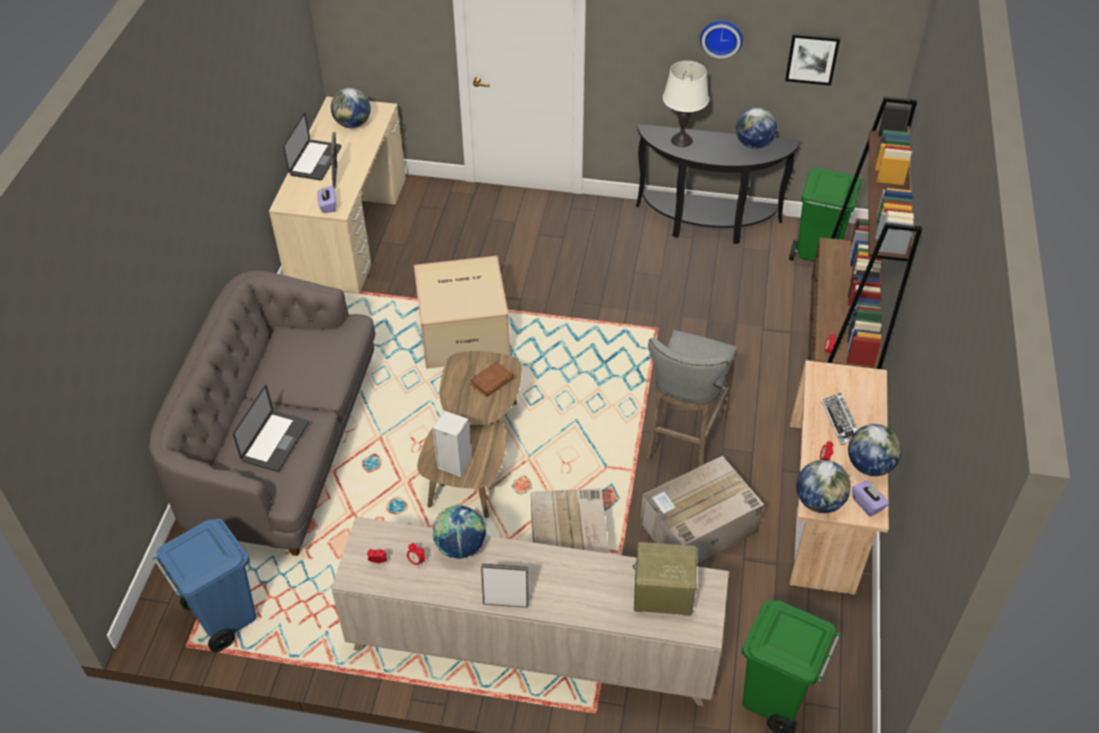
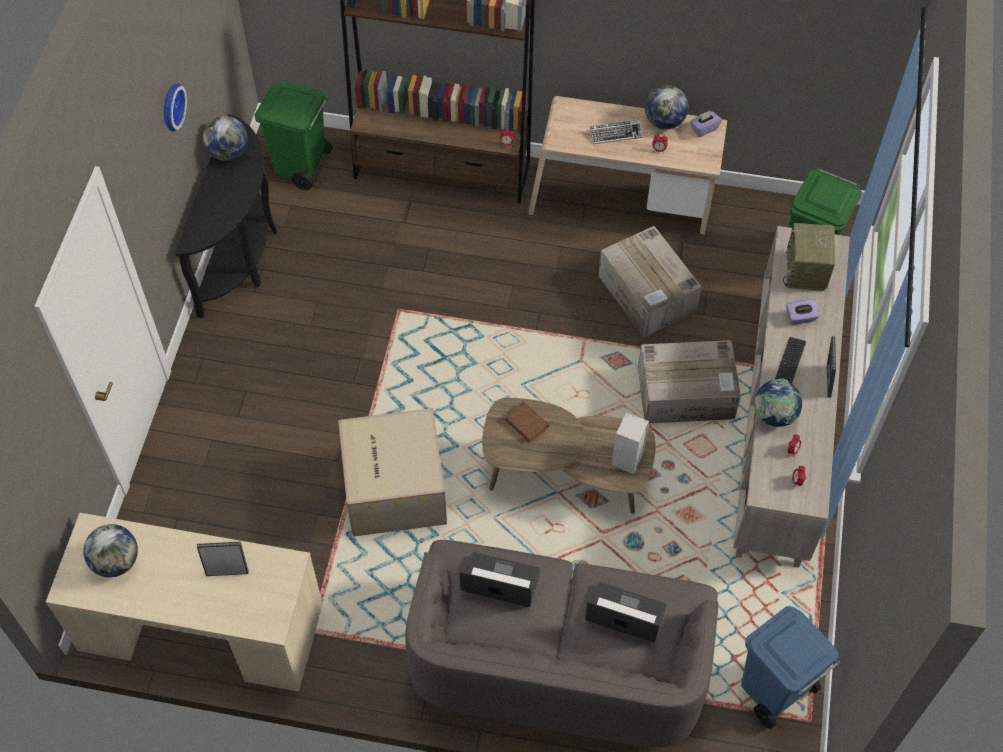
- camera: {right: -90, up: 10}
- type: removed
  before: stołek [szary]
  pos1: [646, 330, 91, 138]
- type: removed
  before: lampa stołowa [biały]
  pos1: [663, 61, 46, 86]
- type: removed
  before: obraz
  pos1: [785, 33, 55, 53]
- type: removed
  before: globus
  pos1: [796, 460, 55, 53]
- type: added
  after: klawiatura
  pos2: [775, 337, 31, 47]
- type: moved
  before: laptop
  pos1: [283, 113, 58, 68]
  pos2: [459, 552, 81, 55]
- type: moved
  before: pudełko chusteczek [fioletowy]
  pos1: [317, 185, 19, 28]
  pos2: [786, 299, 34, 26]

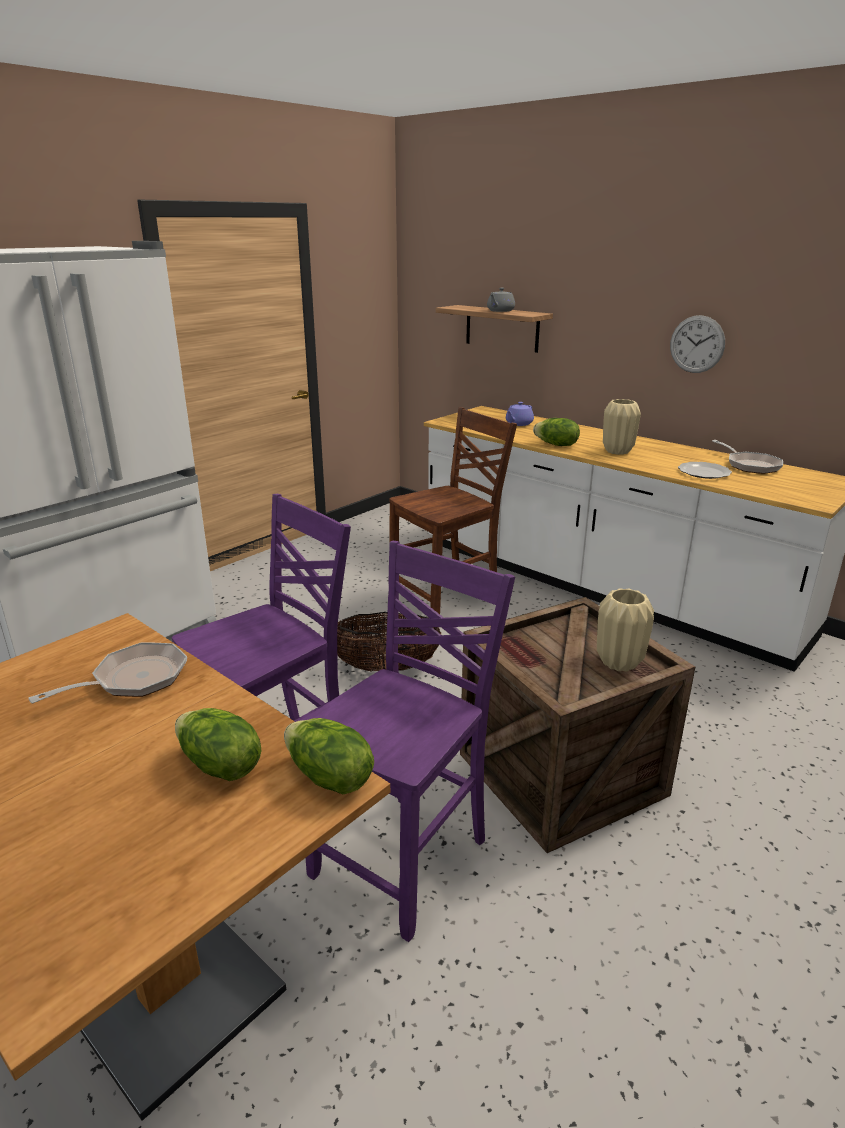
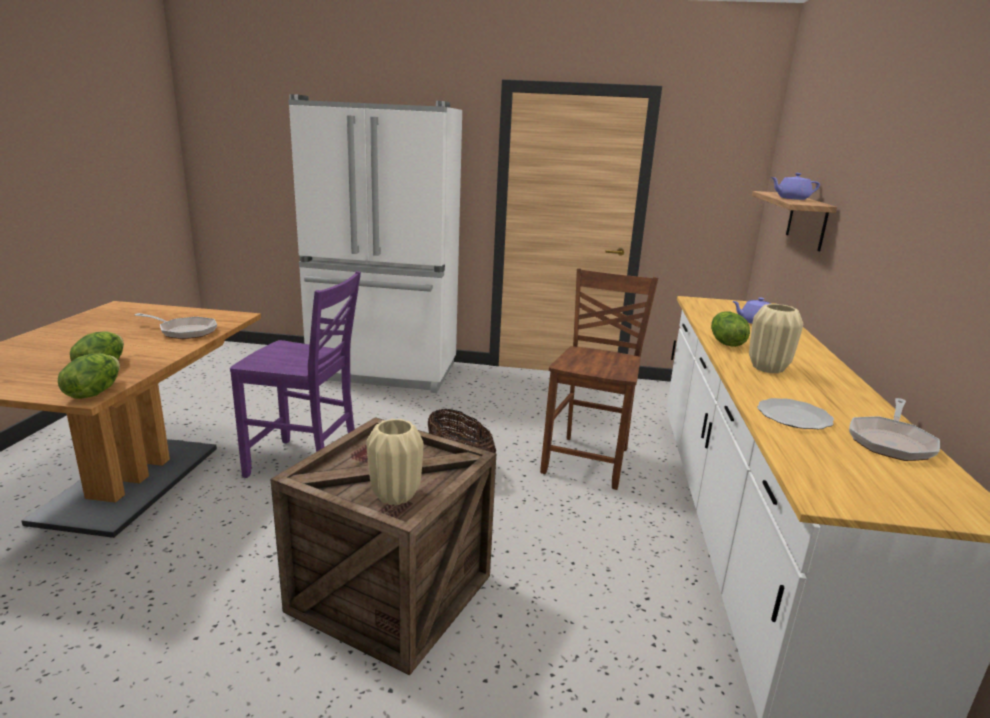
- camera: {right: 55, up: -5}
- type: removed
  before: krzesło [fioletowy]
  pos1: [302, 541, 213, 401]
- type: removed
  before: zegar ścienny
  pos1: [670, 315, 55, 58]
- type: recoloured
  before: imbryk [szary]
  after: imbryk [fioletowy]
  pos1: [487, 288, 28, 24]
  pos2: [771, 173, 49, 27]
- type: turned
  before: krzesło [brązowy]
  pos1: [389, 407, 128, 207]
  pos2: [540, 268, 118, 222]
  turn: -90

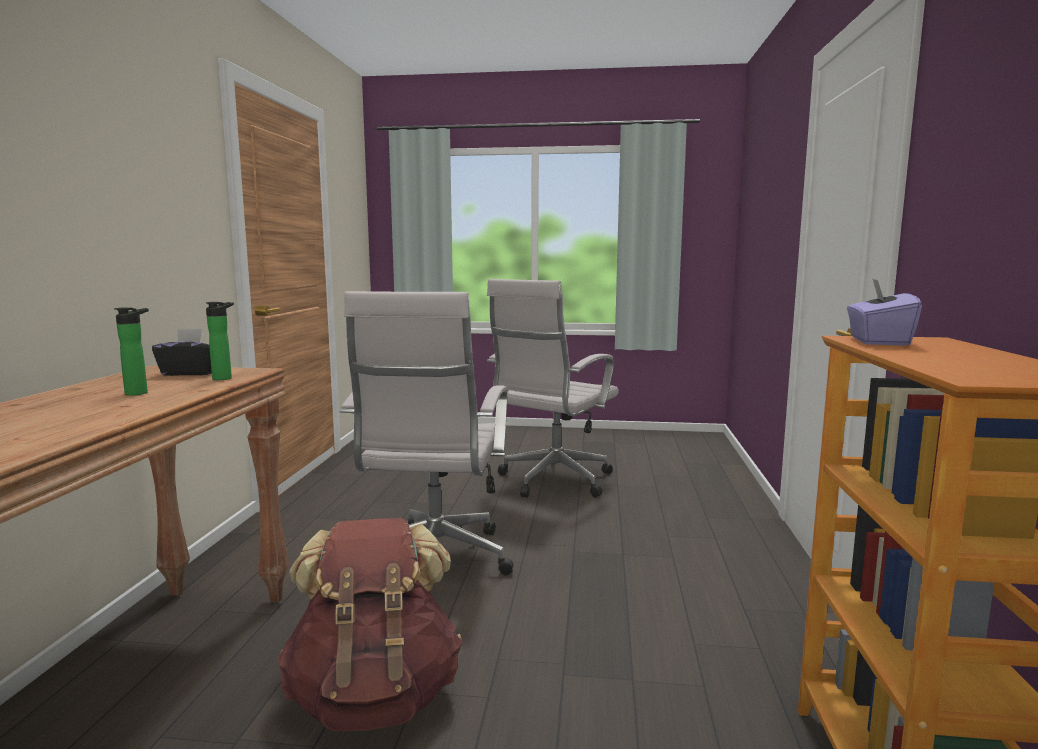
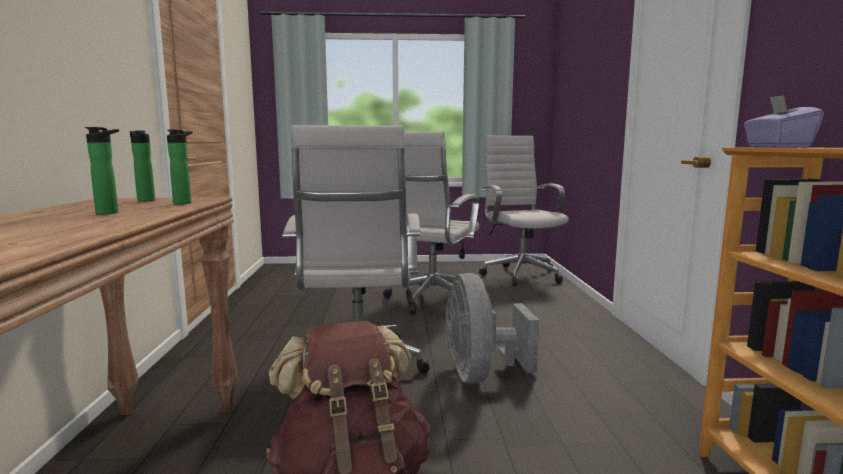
- camera: {right: -10, up: 0}
- type: added
  after: wentylator [szary]
  pos2: [446, 273, 93, 111]
- type: added
  after: krzesło biurowe [biały]
  pos2: [479, 136, 90, 150]
- type: replaced
  before: pudełko chusteczek [czarny]
  after: butelka
  pos1: [152, 329, 60, 47]
  pos2: [130, 130, 25, 71]

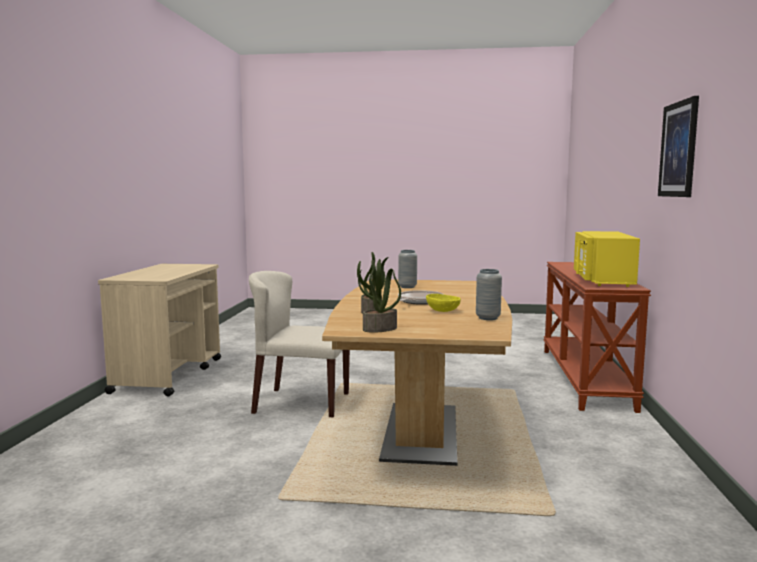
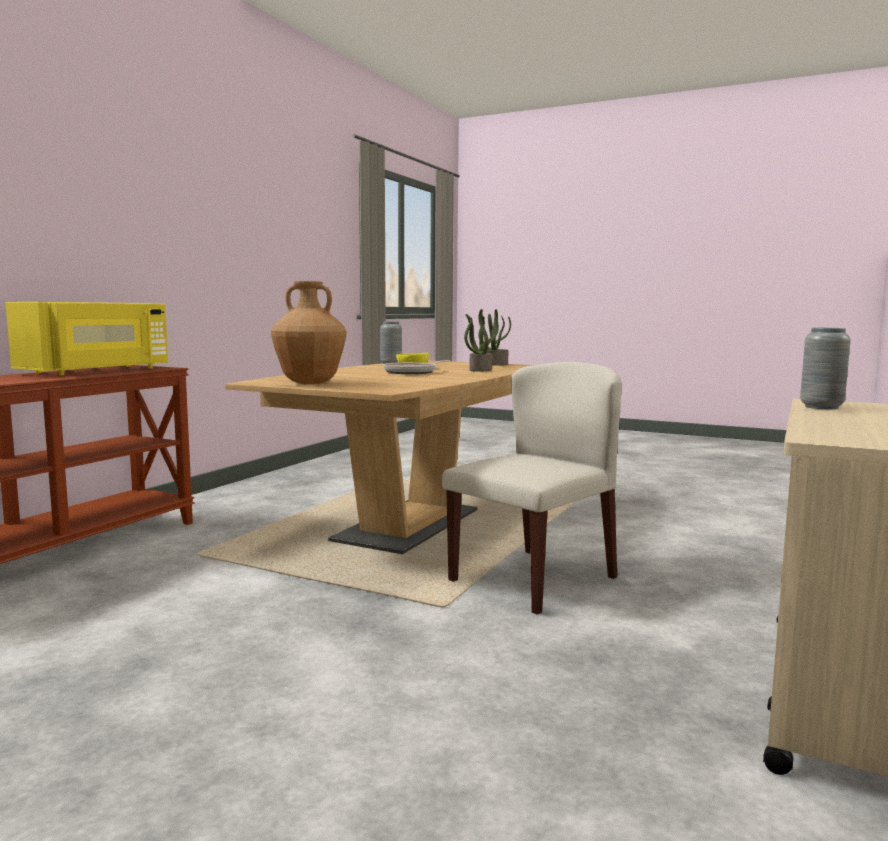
- camera: {right: -160, up: 0}
- type: removed
  before: obraz
  pos1: [658, 96, 41, 101]
- type: added
  after: wazon [brązowy]
  pos2: [271, 281, 75, 104]
- type: moved
  before: wazon [szary]
  pos1: [398, 250, 19, 38]
  pos2: [800, 328, 51, 81]
- type: turned
  before: krzesło [beżowy]
  pos1: [249, 271, 101, 146]
  pos2: [442, 362, 179, 253]
  turn: -75

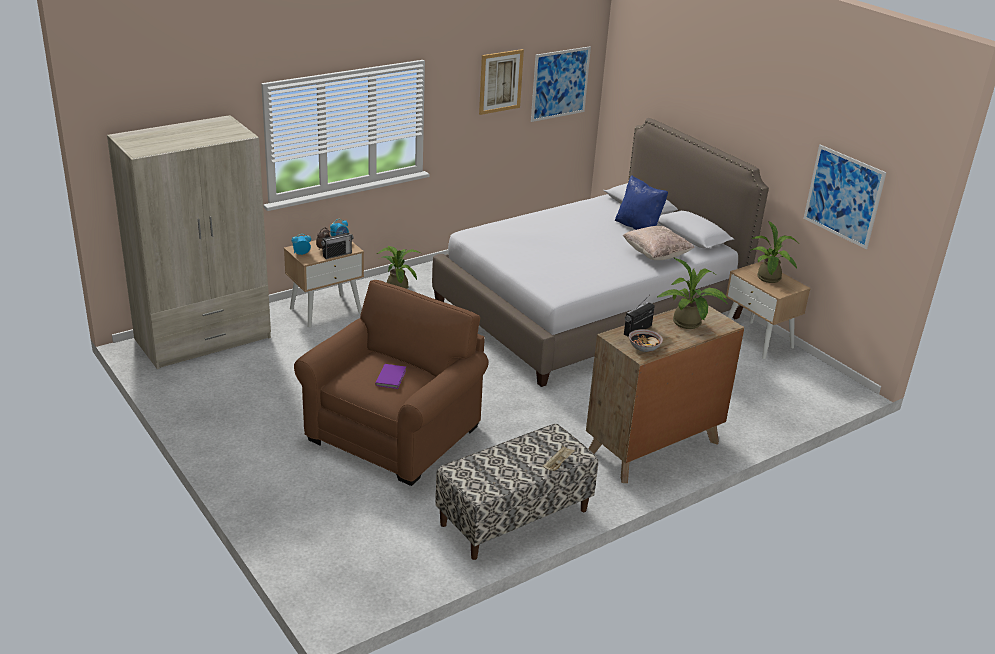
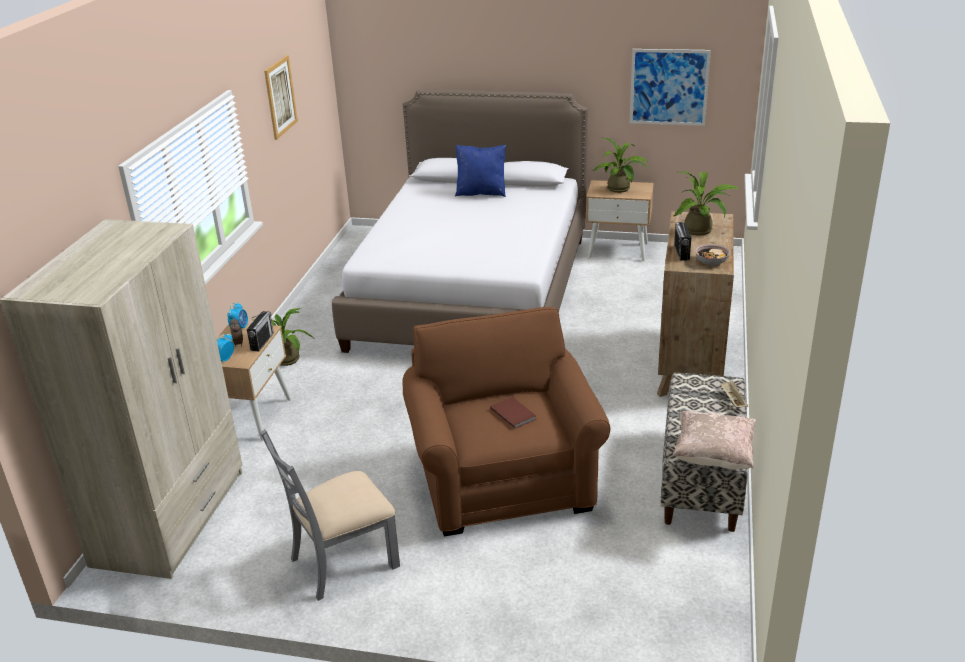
- camera: {right: -40, up: 0}
- type: removed
  before: obraz
  pos1: [531, 46, 60, 76]
- type: added
  after: krzesło [szary]
  pos2: [260, 430, 140, 171]
- type: moved
  before: poduszka [beżowy]
  pos1: [622, 226, 73, 34]
  pos2: [672, 411, 85, 58]
- type: recoloured
  before: książka [fioletowy]
  after: książka [brązowy]
  pos1: [375, 364, 31, 25]
  pos2: [490, 397, 46, 32]

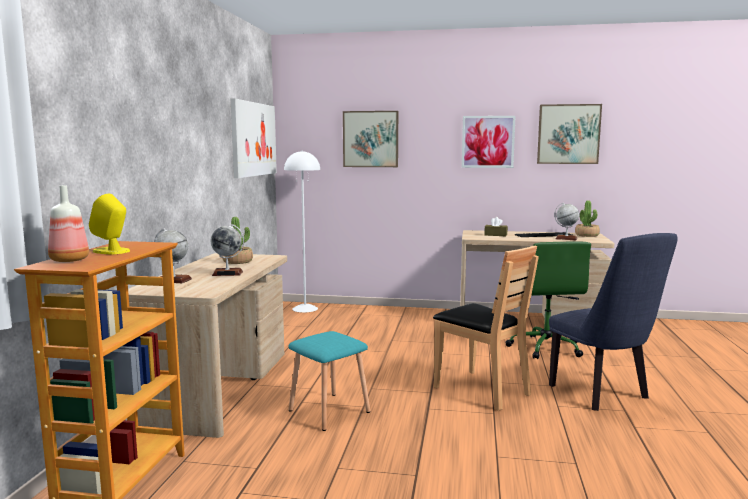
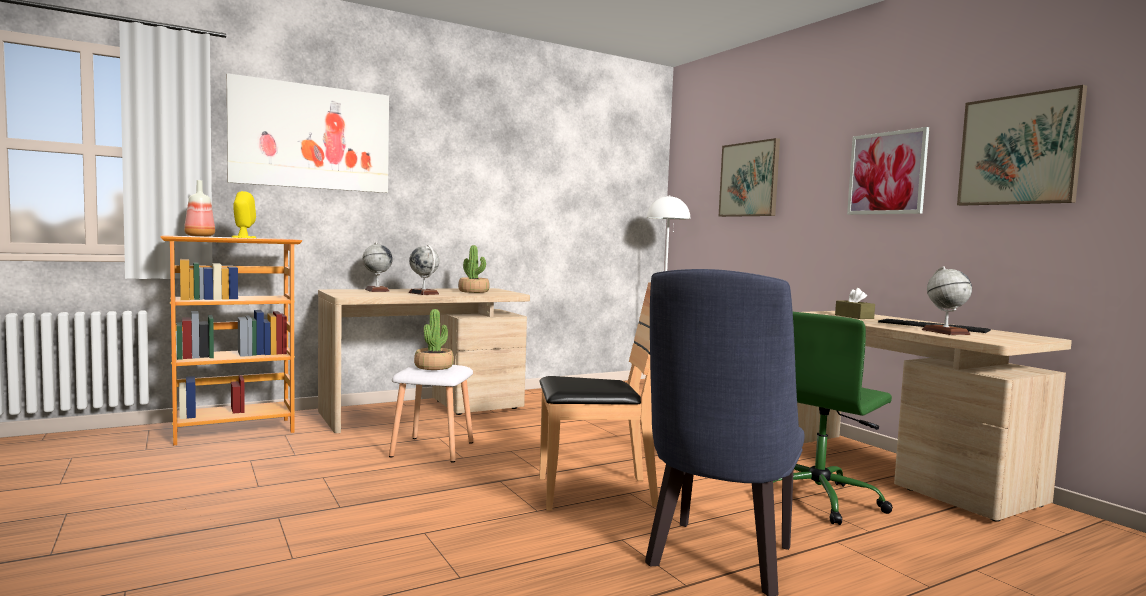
- camera: {right: 50, up: -5}
- type: moved
  before: obraz
  pos1: [231, 98, 46, 80]
  pos2: [227, 73, 162, 120]
- type: moved
  before: roślina doniczkowa
  pos1: [575, 200, 25, 37]
  pos2: [414, 309, 40, 61]
- type: recoloured
  before: stołek [turkusowy]
  after: stołek [biały]
  pos1: [288, 331, 82, 100]
  pos2: [389, 365, 84, 98]
- type: turned
  before: krzesło [brązowy]
  pos1: [433, 246, 106, 165]
  pos2: [539, 282, 119, 229]
  turn: -105

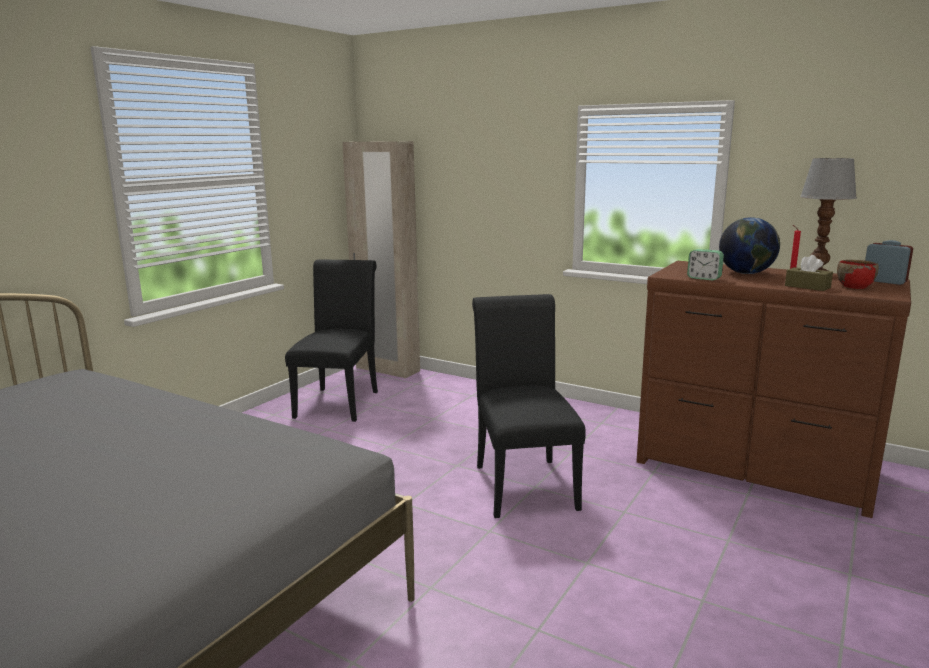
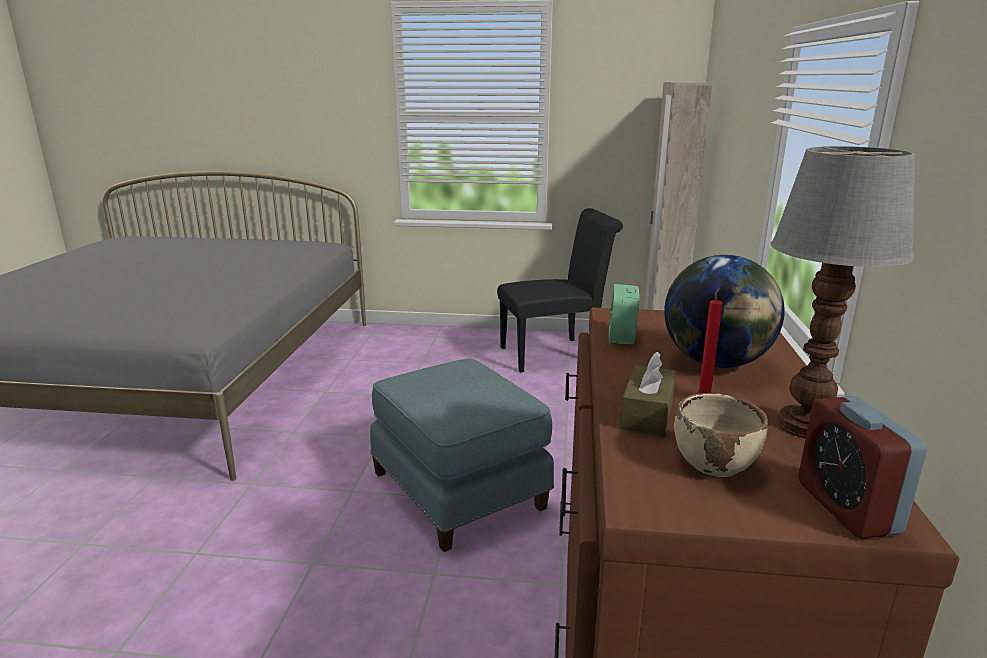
- camera: {right: 65, up: 5}
- type: replaced
  before: krzesło [czarny]
  after: pufa [niebieski]
  pos1: [472, 294, 114, 224]
  pos2: [370, 359, 184, 193]
- type: recoloured
  before: miska [czerwony]
  after: miska [beżowy]
  pos1: [837, 260, 42, 29]
  pos2: [674, 393, 94, 84]
- type: turned
  before: budzik
  pos1: [865, 240, 48, 45]
  pos2: [798, 396, 129, 143]
  turn: 150

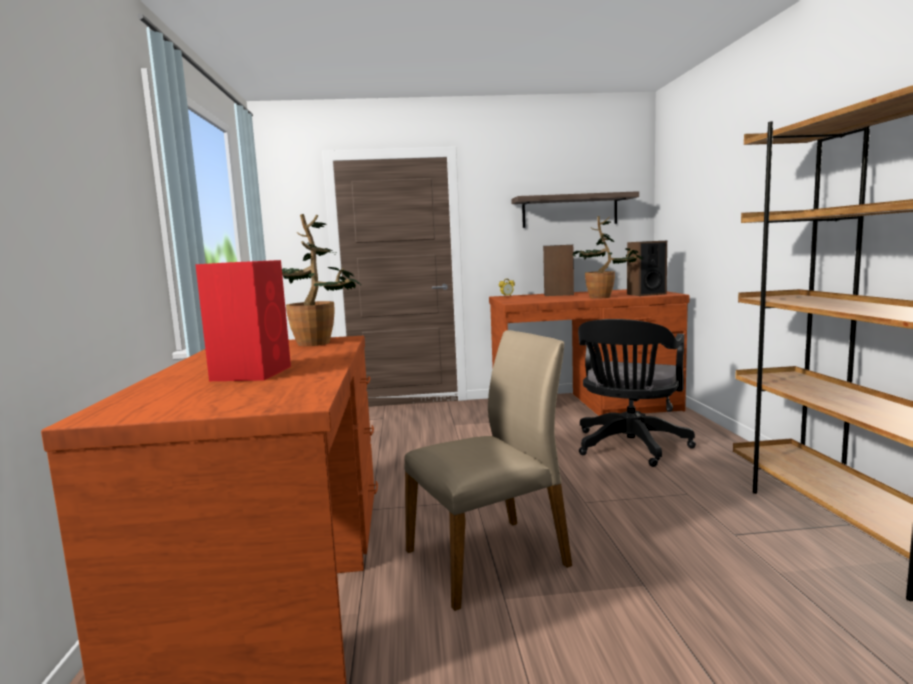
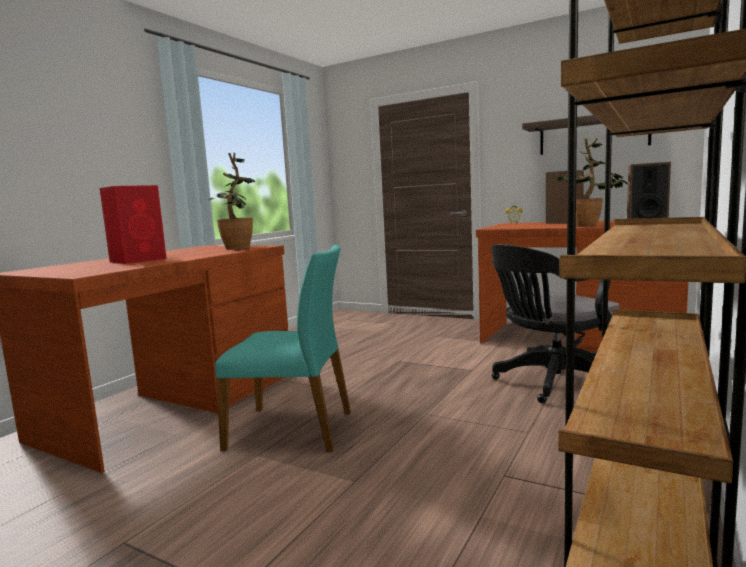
- camera: {right: 35, up: 0}
- type: recoloured
  before: krzesło [beżowy]
  after: krzesło [turkusowy]
  pos1: [404, 330, 168, 281]
  pos2: [215, 245, 136, 207]

